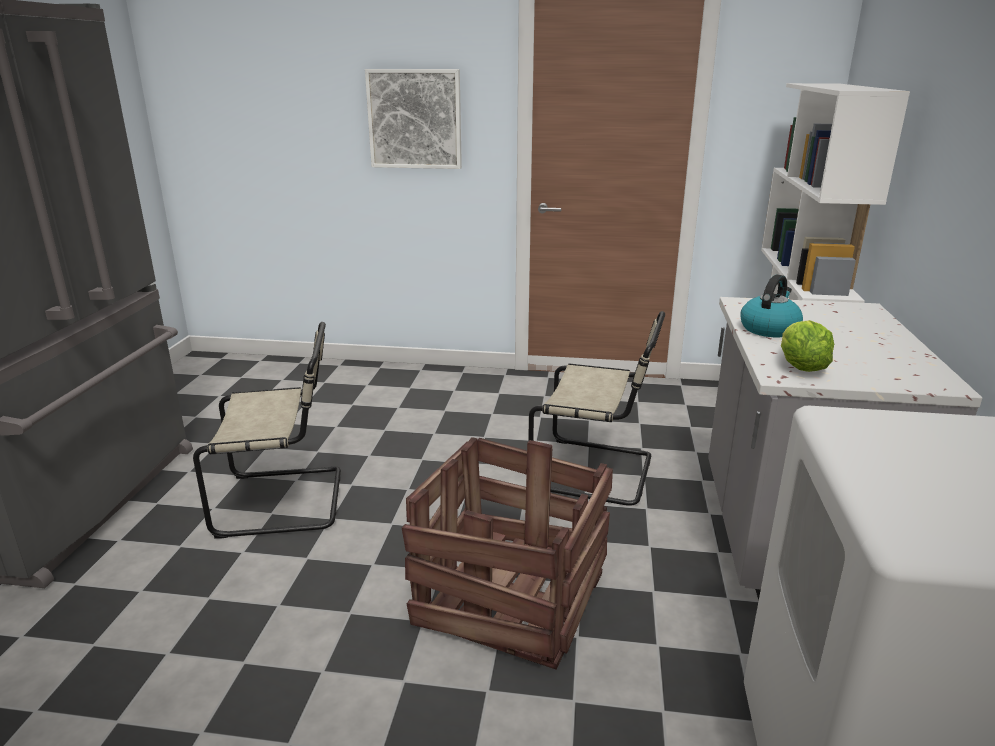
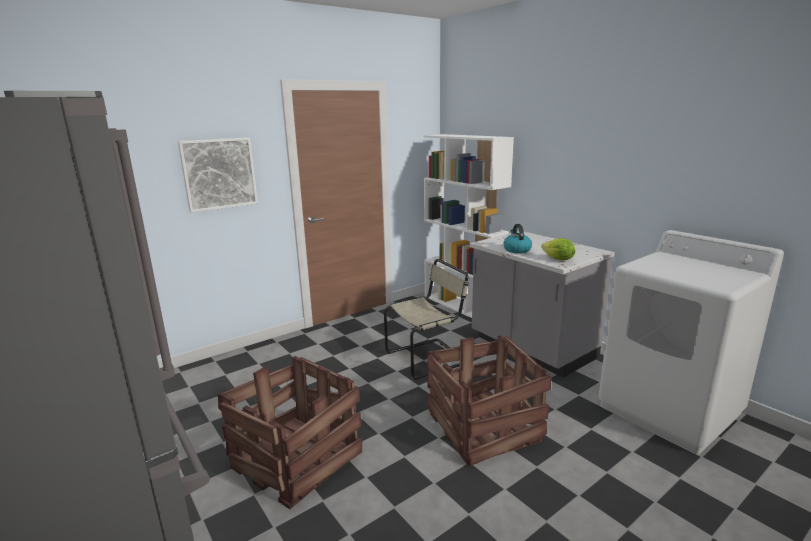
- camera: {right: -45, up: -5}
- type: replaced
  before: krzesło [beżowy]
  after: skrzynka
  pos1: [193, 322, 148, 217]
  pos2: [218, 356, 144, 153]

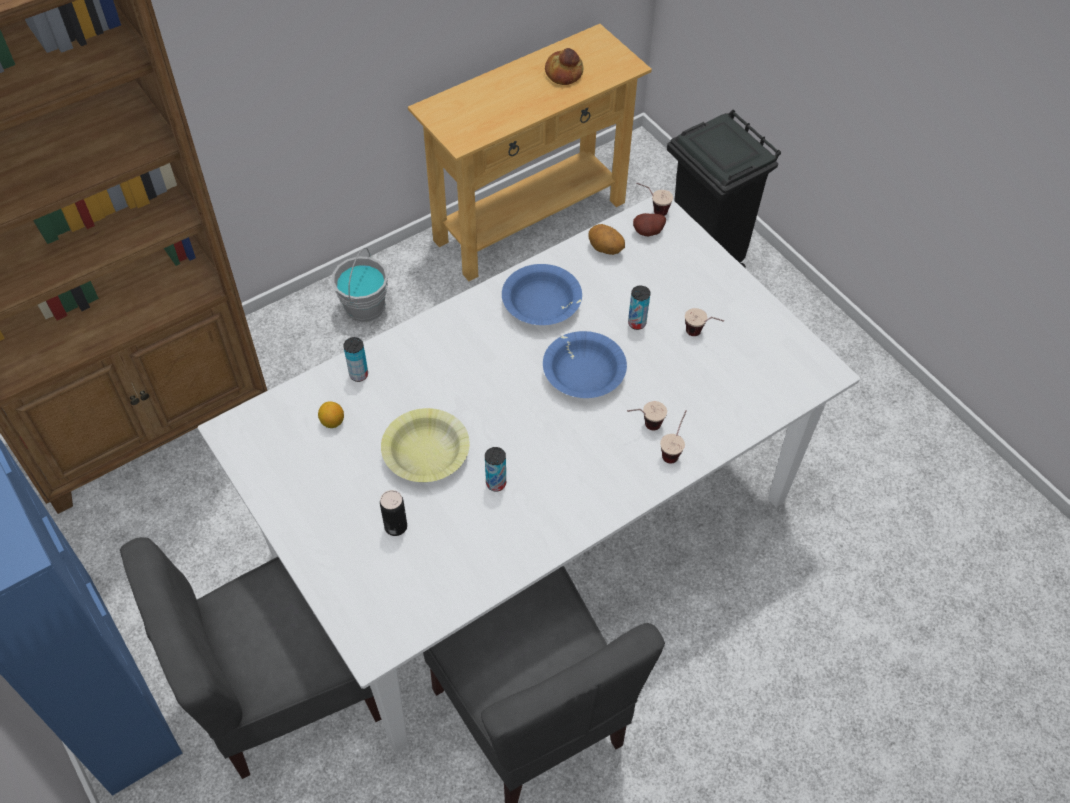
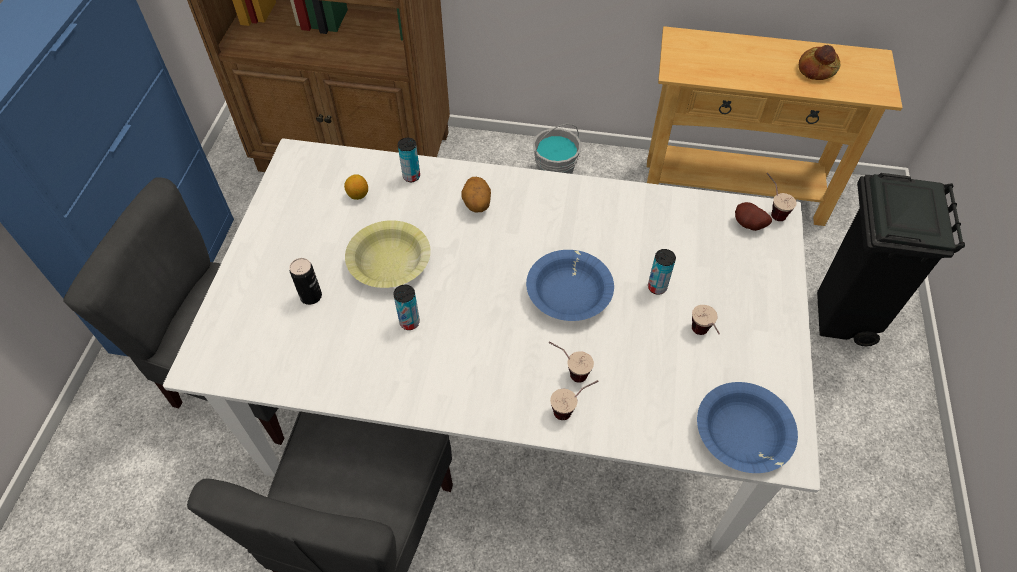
- camera: {right: 45, up: 0}
- type: moved
  before: miska [niebieski]
  pos1: [502, 264, 80, 61]
  pos2: [697, 382, 101, 91]
- type: moved
  before: ziemniak
  pos1: [588, 224, 37, 31]
  pos2: [461, 177, 30, 35]

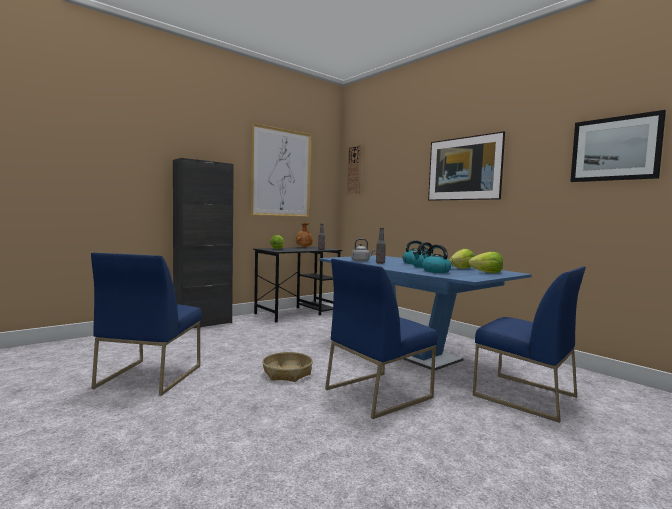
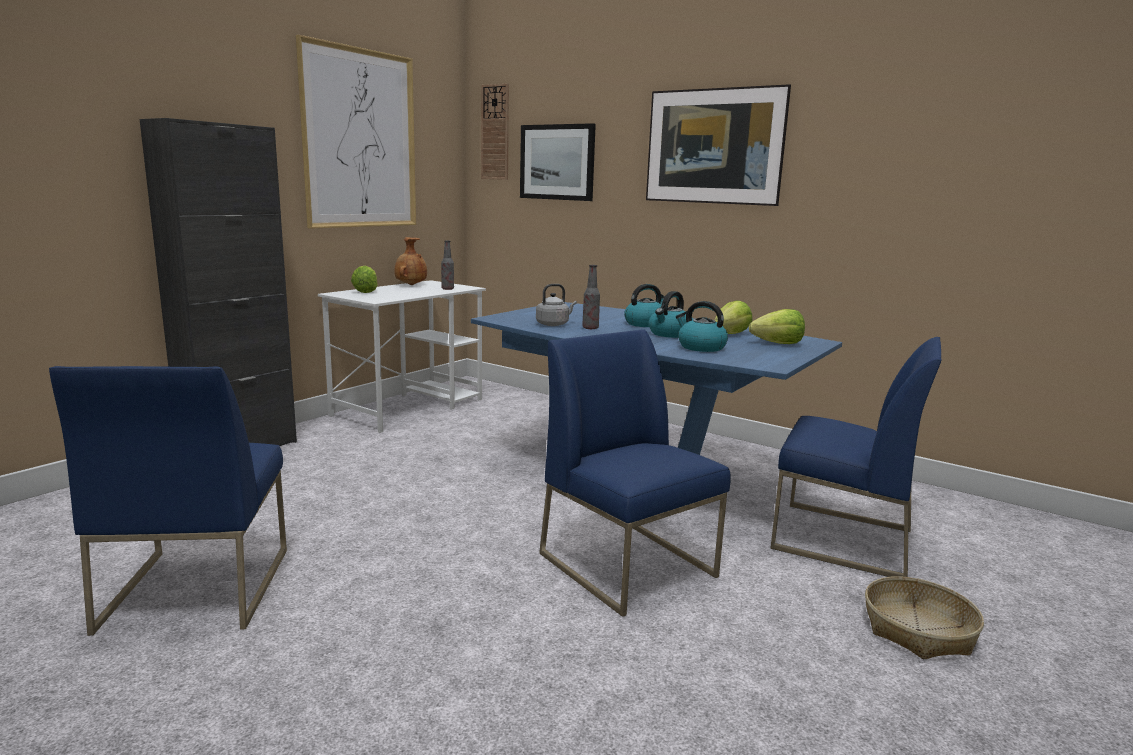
- camera: {right: -15, up: 10}
- type: moved
  before: koszyk
  pos1: [262, 352, 51, 30]
  pos2: [865, 576, 119, 83]
- type: moved
  before: obraz
  pos1: [570, 110, 96, 72]
  pos2: [520, 123, 76, 78]
- type: recoloured
  before: biurko [czarny]
  after: biurko [biały]
  pos1: [253, 247, 89, 75]
  pos2: [318, 280, 168, 153]
- type: turned
  before: krzesło [niebieski]
  pos1: [325, 259, 113, 160]
  pos2: [539, 329, 192, 288]
  turn: 105

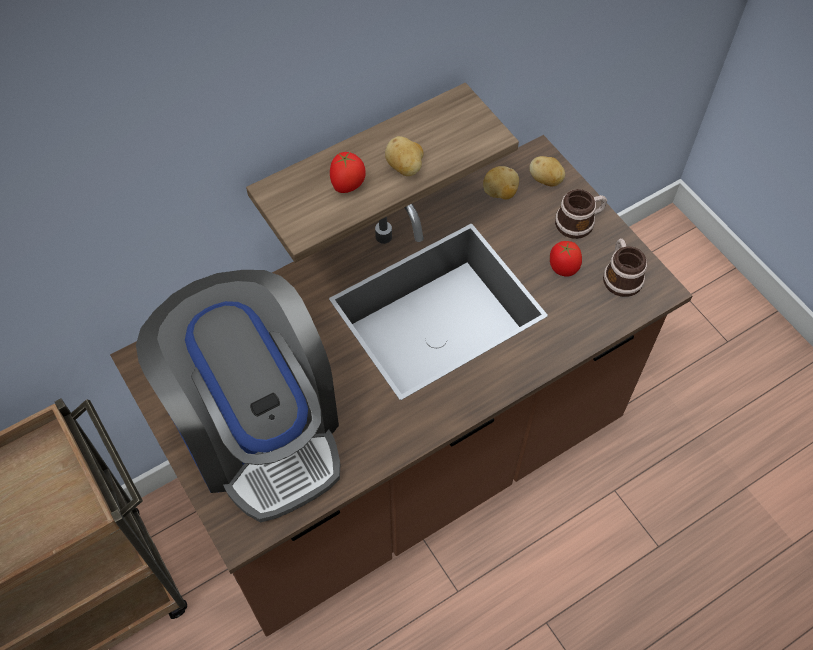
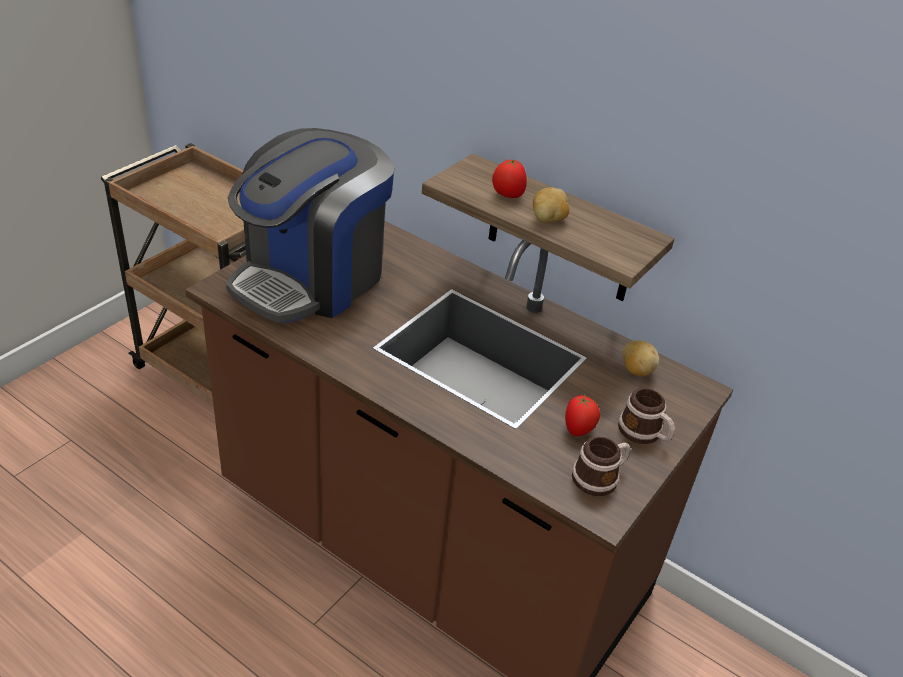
- camera: {right: 65, up: -20}
- type: removed
  before: ziemniak
  pos1: [529, 156, 36, 31]

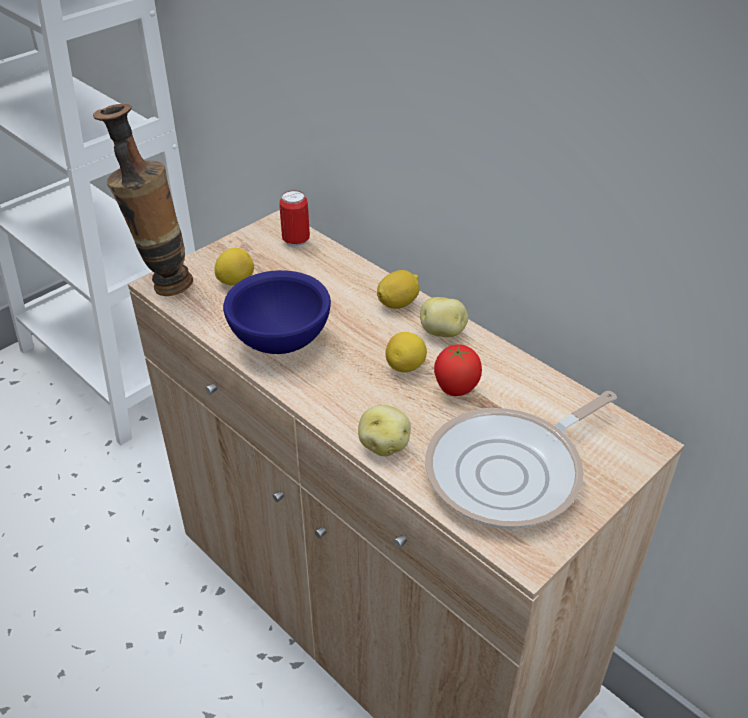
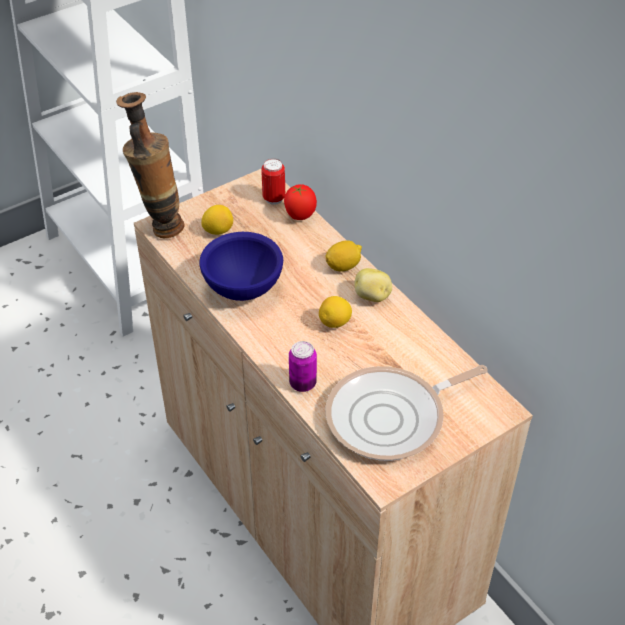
- camera: {right: 10, up: 5}
- type: moved
  before: pomidor
  pos1: [434, 344, 48, 52]
  pos2: [284, 184, 33, 36]
- type: replaced
  before: ziemniak
  after: puszka
  pos1: [358, 405, 53, 51]
  pos2: [289, 341, 28, 51]

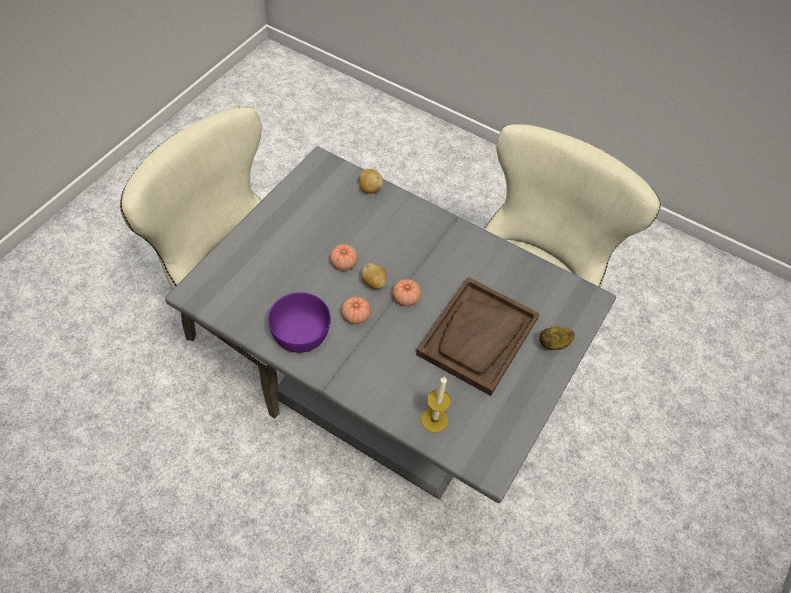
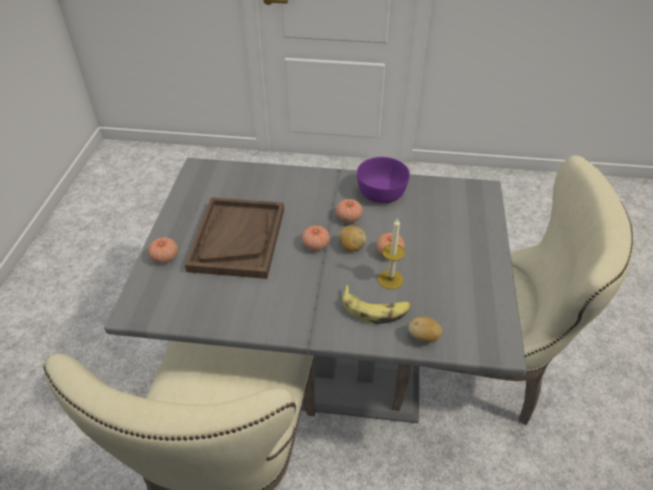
- camera: {right: 160, up: -10}
- type: added
  after: banan
  pos2: [342, 285, 69, 39]
- type: moved
  before: świeca
  pos1: [421, 376, 30, 57]
  pos2: [378, 218, 27, 71]
- type: replaced
  before: ziemniak
  after: pomidor
  pos1: [539, 327, 36, 23]
  pos2: [148, 237, 30, 26]

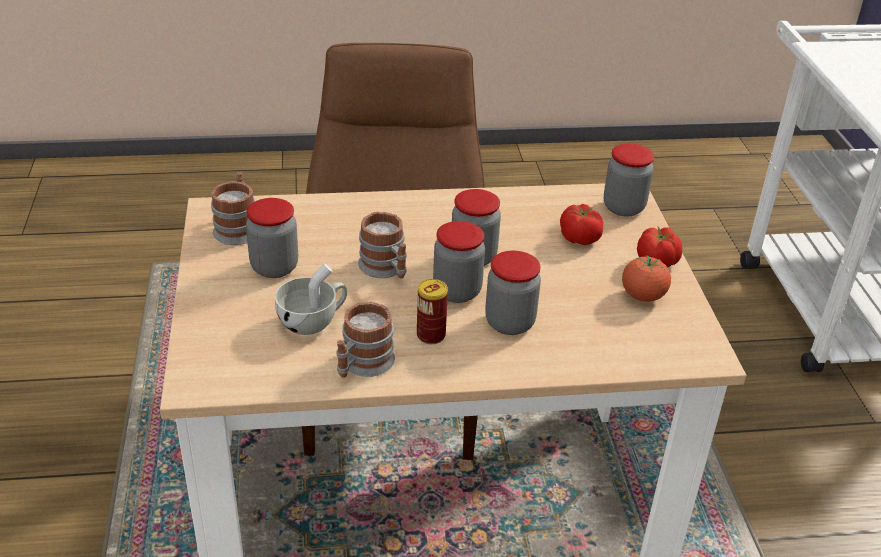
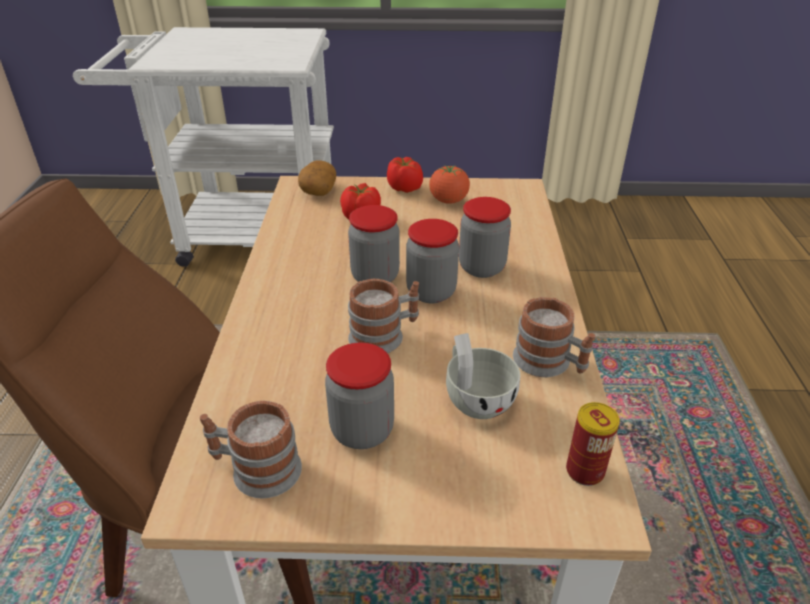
- camera: {right: -80, up: 0}
- type: moved
  before: puszka
  pos1: [417, 279, 31, 65]
  pos2: [566, 402, 54, 84]
- type: replaced
  before: słoik
  after: ziemniak
  pos1: [604, 143, 50, 73]
  pos2: [298, 160, 38, 36]

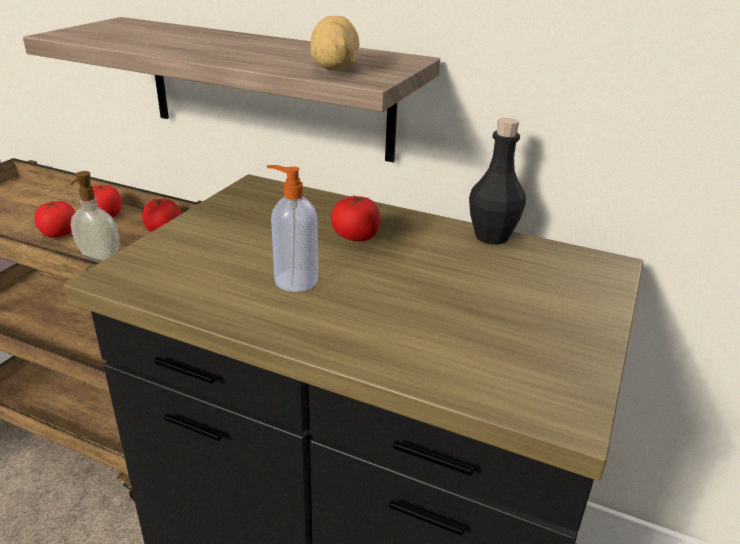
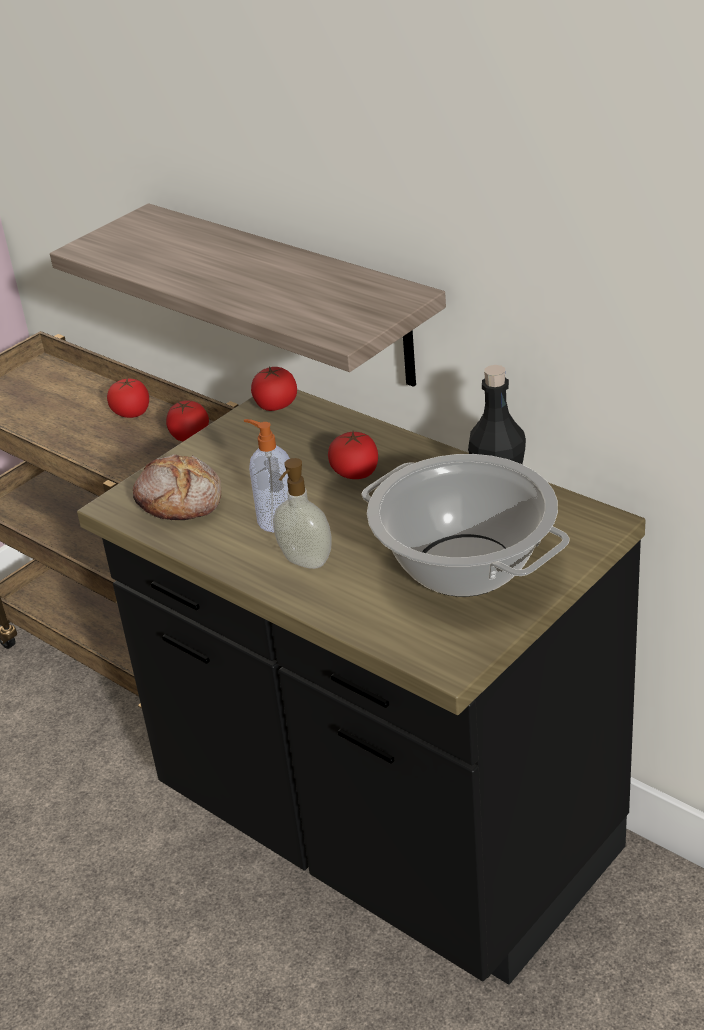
- camera: {right: 20, up: 5}
- type: removed
  before: ziemniak
  pos1: [311, 16, 49, 54]
- type: added
  after: chleb
  pos2: [133, 454, 88, 66]
- type: added
  after: garnek
  pos2: [362, 454, 208, 143]
- type: moved
  before: pomidor
  pos1: [34, 200, 42, 38]
  pos2: [251, 366, 46, 45]
- type: moved
  before: dozownik mydła
  pos1: [70, 171, 50, 91]
  pos2: [273, 458, 59, 111]

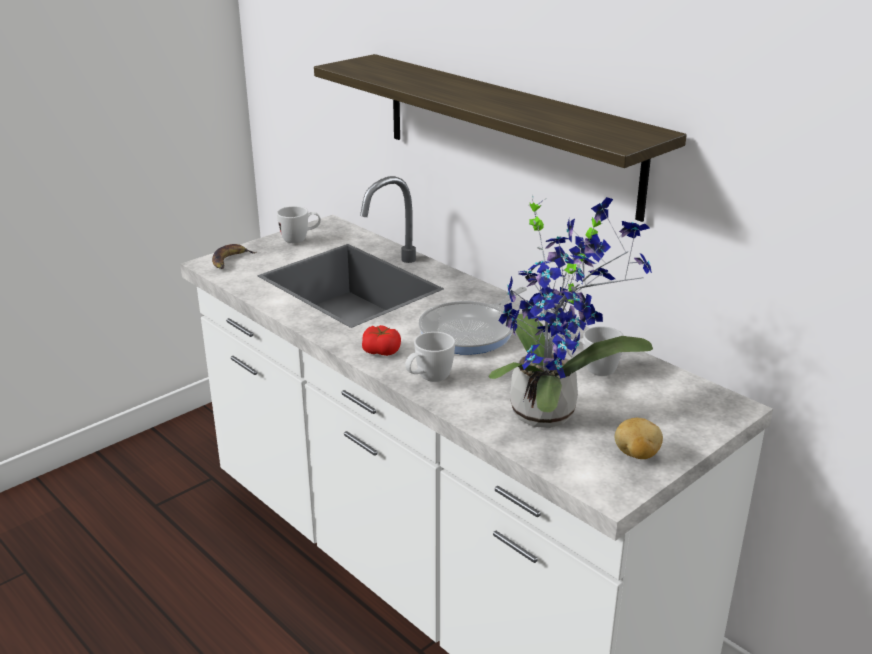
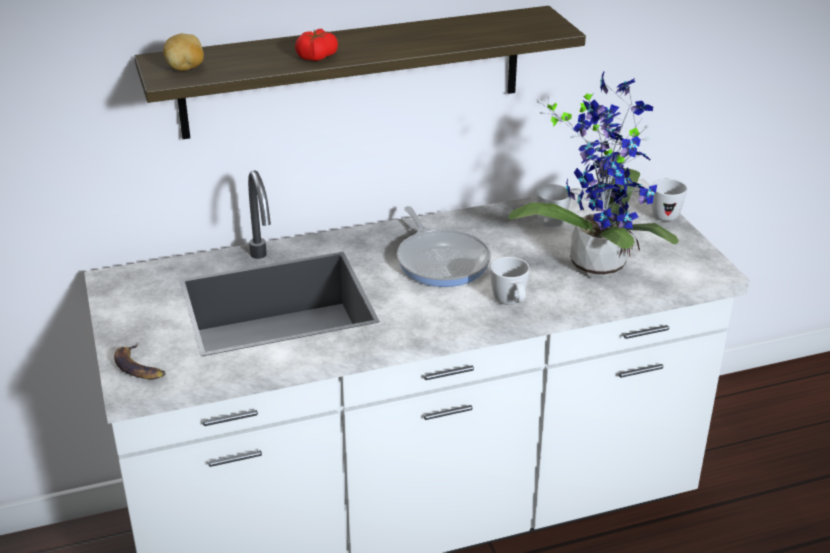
- camera: {right: -65, up: 5}
- type: moved
  before: kubek [biały]
  pos1: [277, 206, 44, 37]
  pos2: [651, 178, 36, 43]
- type: moved
  before: pomidor
  pos1: [362, 325, 39, 31]
  pos2: [295, 29, 43, 32]
- type: moved
  before: ziemniak
  pos1: [615, 418, 48, 41]
  pos2: [163, 33, 41, 38]

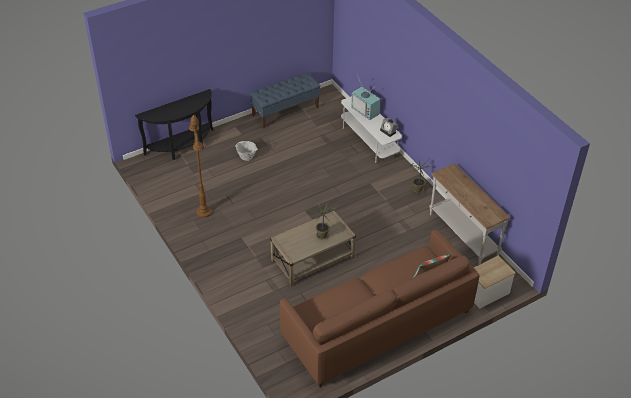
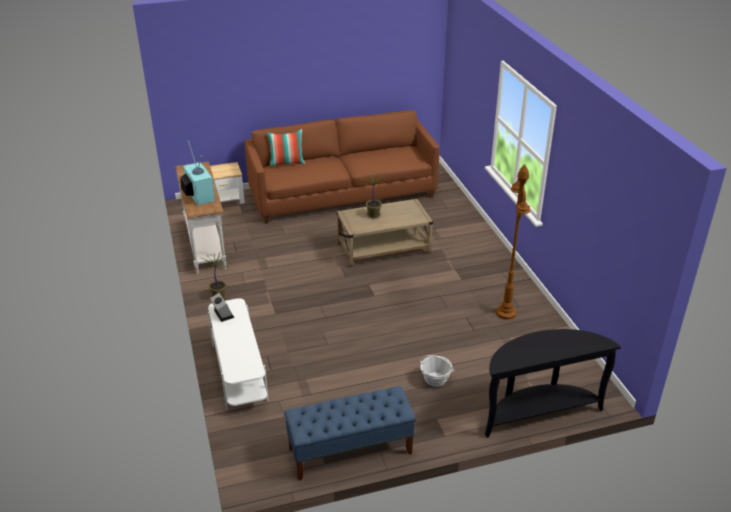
- camera: {right: -165, up: -10}
- type: moved
  before: telewizor
  pos1: [351, 75, 29, 45]
  pos2: [180, 141, 35, 65]

